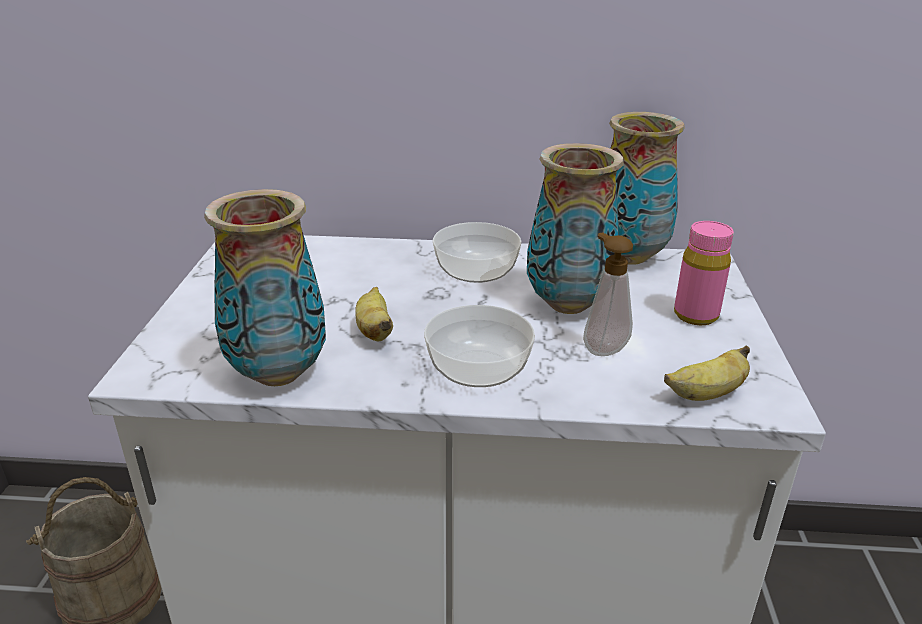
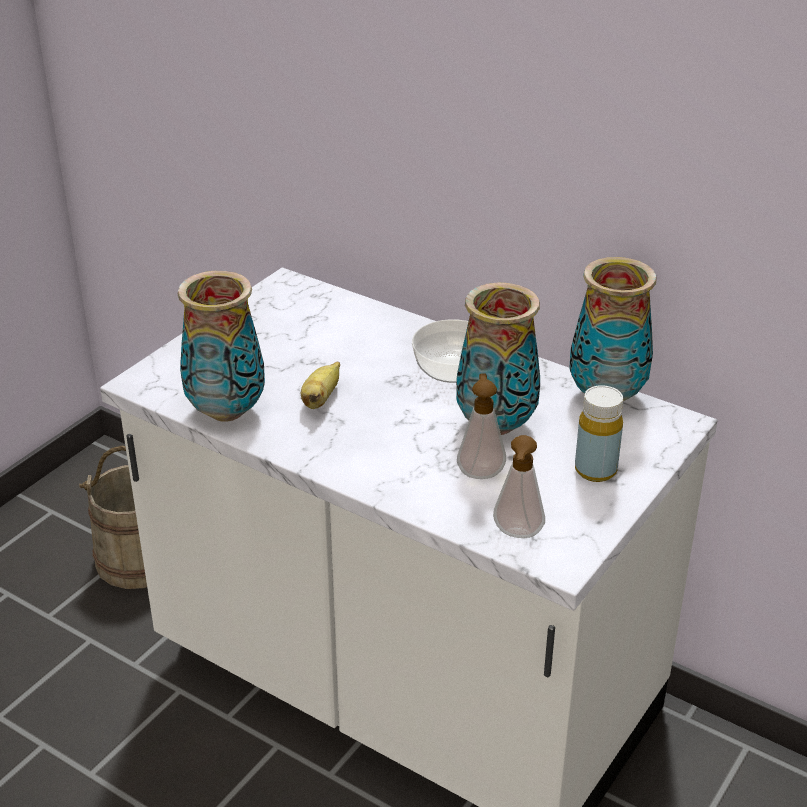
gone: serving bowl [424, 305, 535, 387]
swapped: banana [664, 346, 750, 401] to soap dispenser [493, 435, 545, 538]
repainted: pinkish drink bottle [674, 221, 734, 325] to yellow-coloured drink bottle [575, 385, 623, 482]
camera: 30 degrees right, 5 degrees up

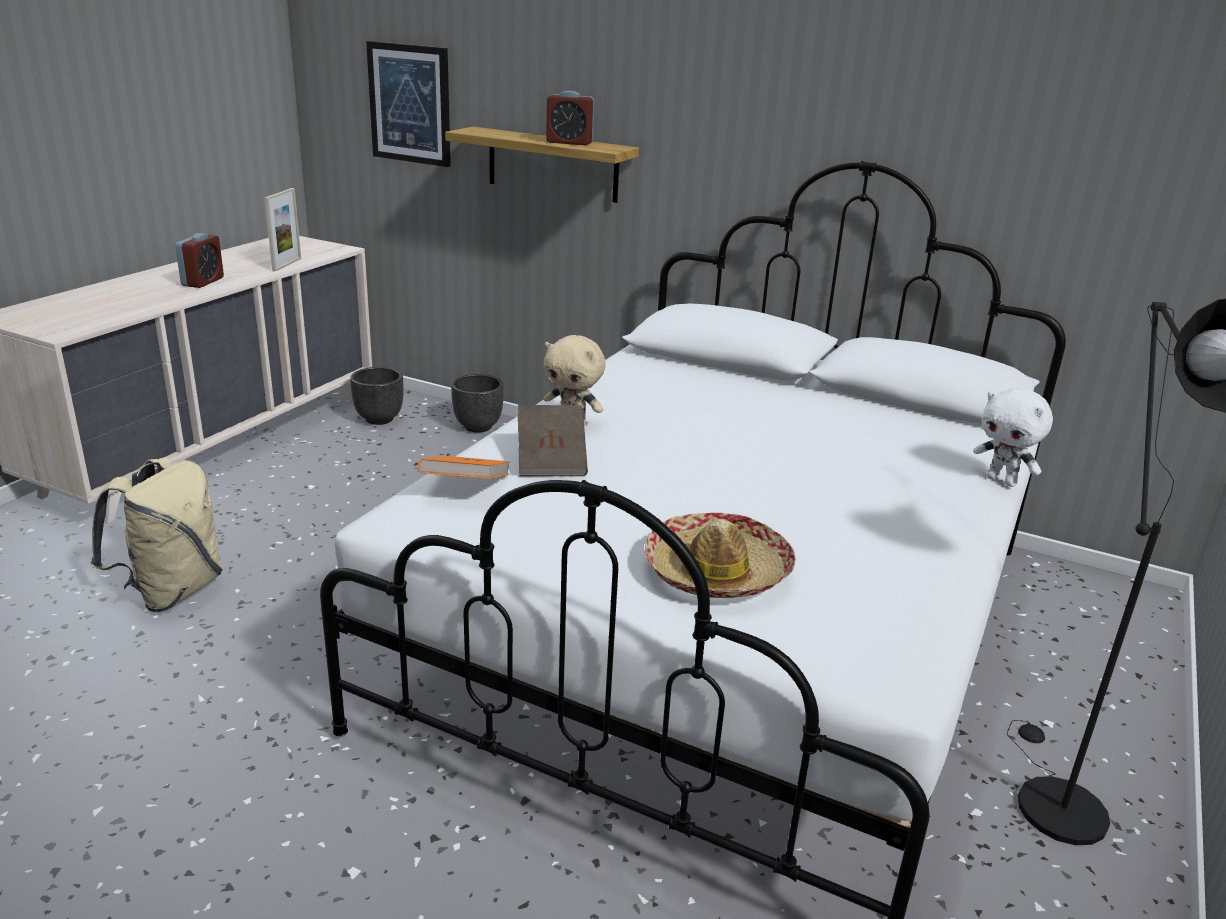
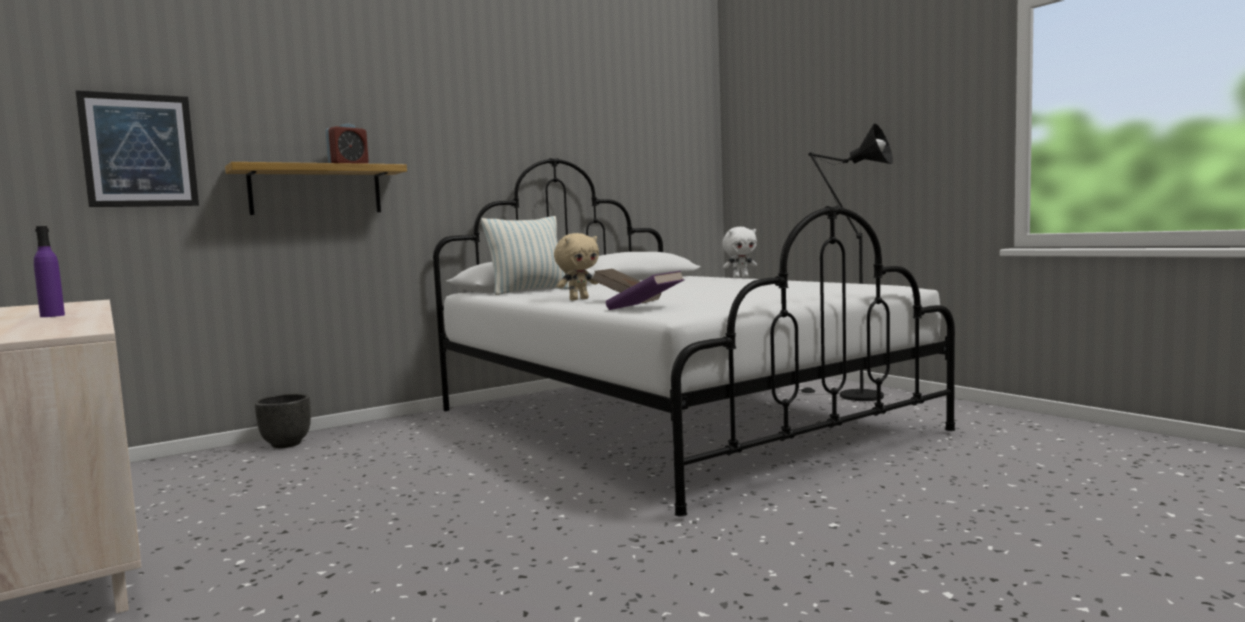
gone: standing frame [264, 188, 301, 271]; blackish flower pot [350, 367, 404, 425]; sand-coloured knapsack [91, 458, 223, 612]; hat [645, 513, 796, 598]
new: cushion [481, 216, 569, 295]
swapped: table clock [175, 233, 224, 288] to purple drink bottle [34, 226, 65, 317]
repainted: orangey book [418, 456, 510, 479] to purple book [606, 271, 685, 310]
camera: 60 degrees left, 20 degrees down

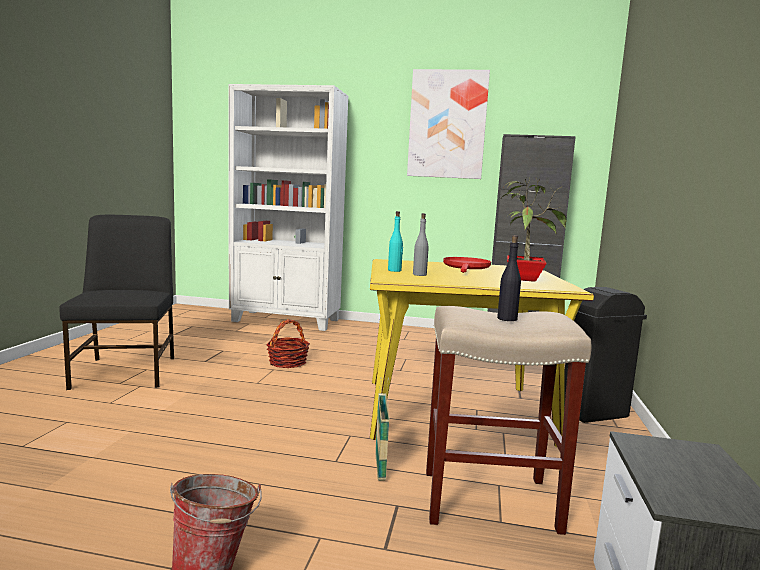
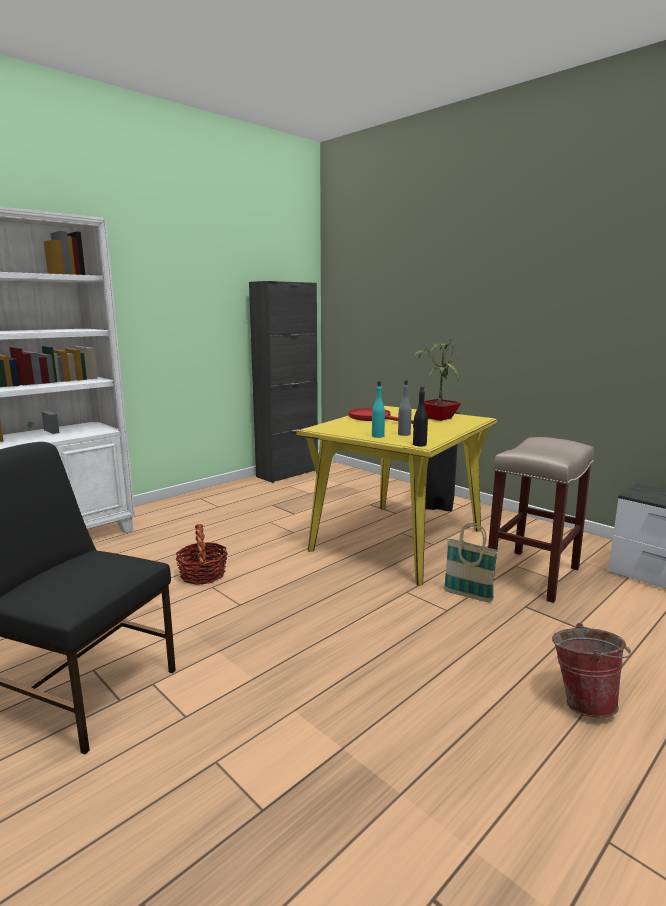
gone: wall art [407, 69, 490, 179]
shifted: blackish drink bottle [497, 235, 521, 321] to [413, 386, 428, 447]
camera: 55 degrees left, 5 degrees up

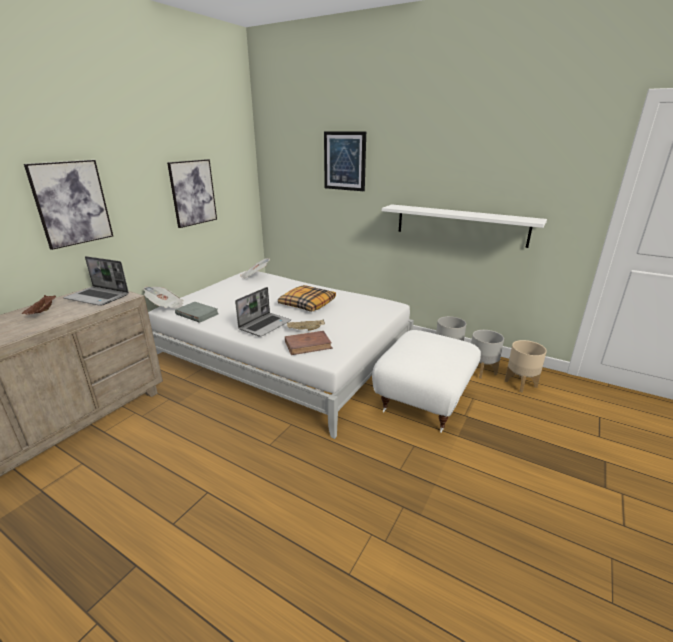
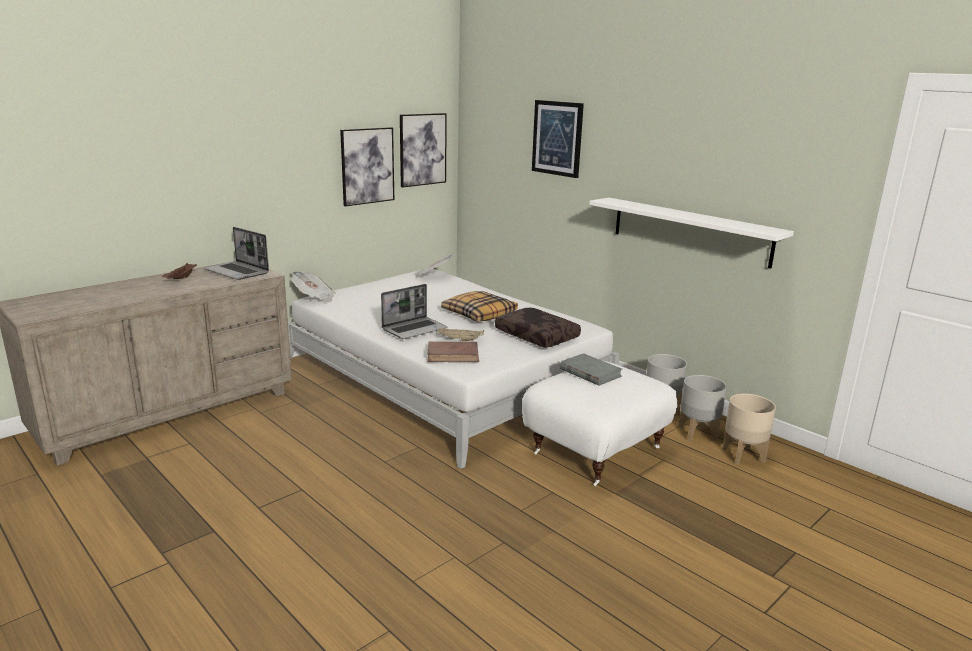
new: brown cushion [495, 308, 581, 348]
shifted: wall art [24, 160, 113, 250] to [400, 113, 447, 187]; grey book [175, 302, 219, 323] to [560, 353, 622, 386]
camera: 15 degrees right, 5 degrees down

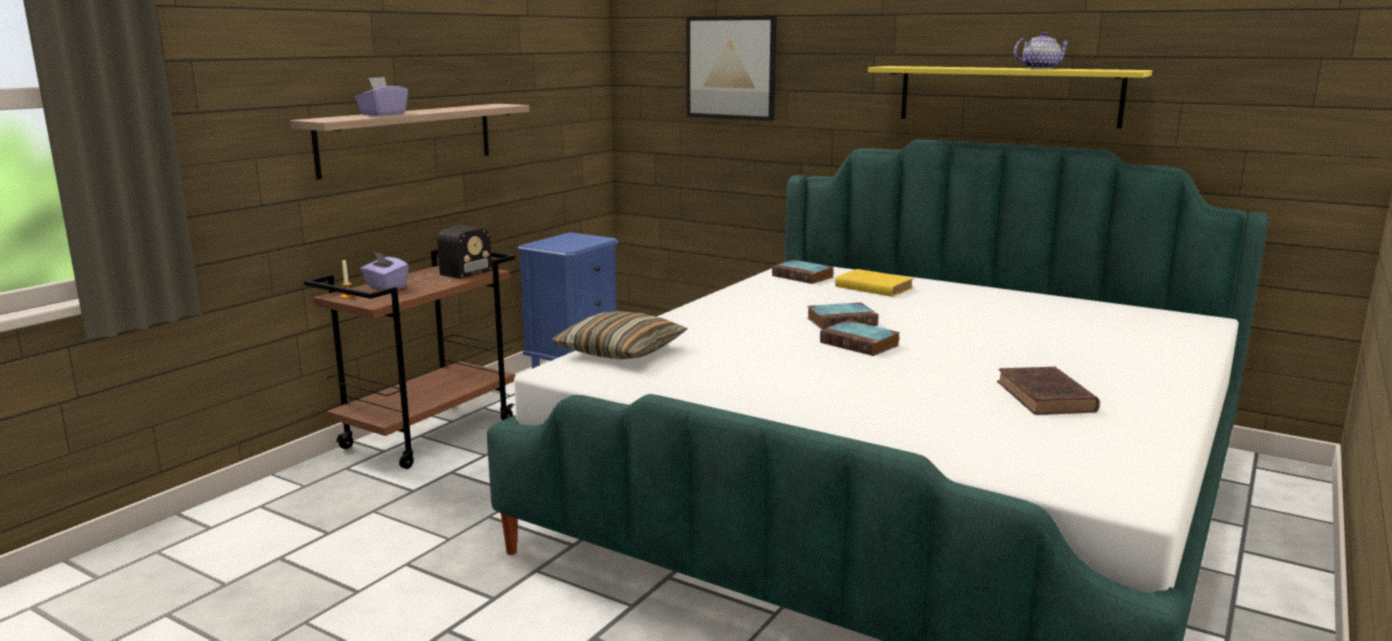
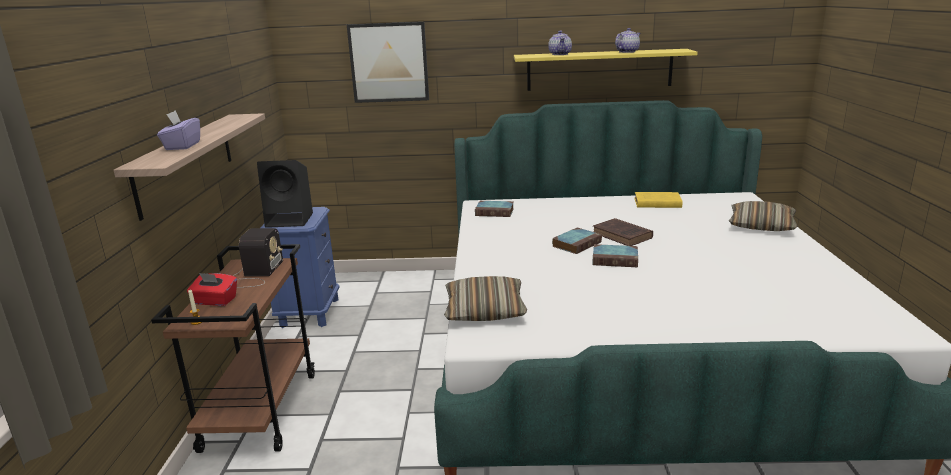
new: pot for tea [548, 30, 572, 55]; blackish speaker [257, 160, 313, 228]; cushion [729, 201, 798, 231]
shifted: yellow-coloured book [835, 269, 914, 297] to [635, 192, 682, 208]; brown book [997, 366, 1100, 415] to [593, 218, 653, 246]
repainted: purple tissue box [360, 251, 409, 290] to red-coloured tissue box [187, 273, 237, 306]
camera: 30 degrees left, 5 degrees up

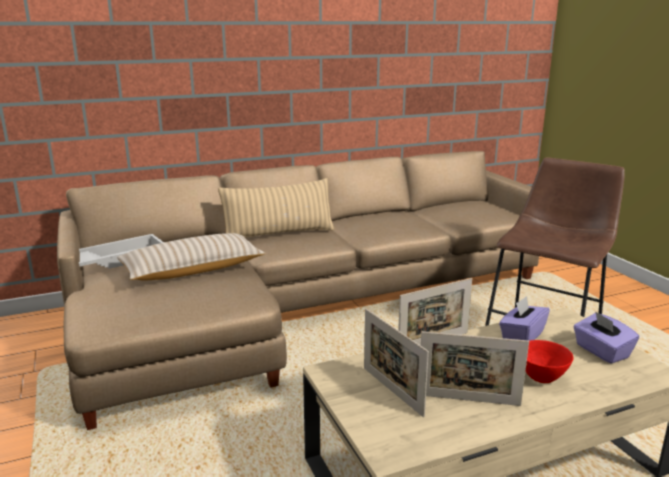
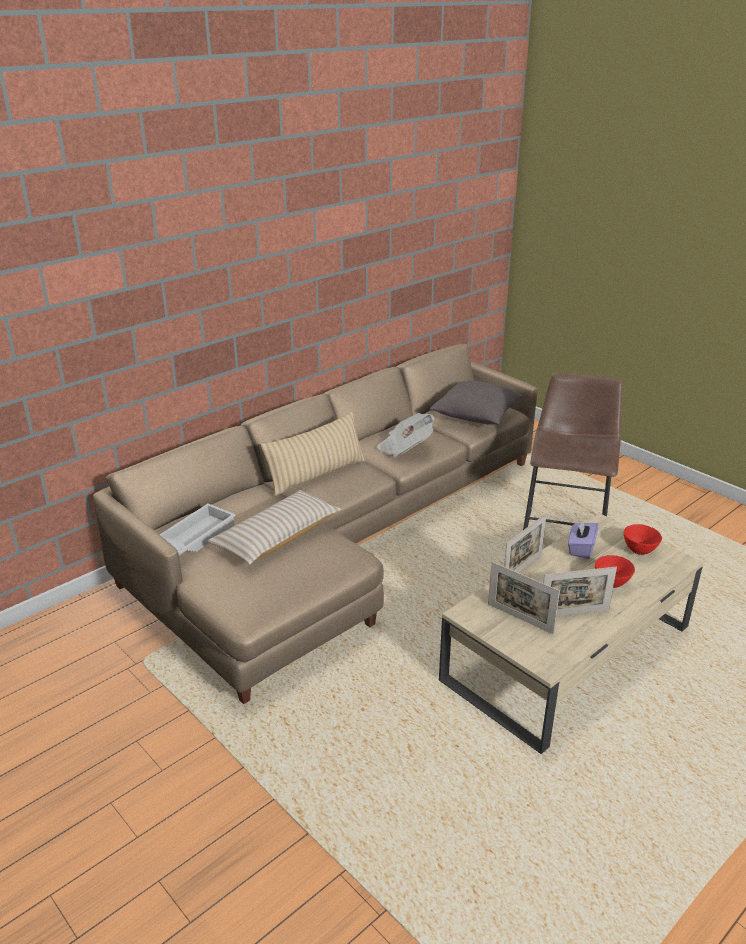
new: grey cushion [430, 381, 523, 425]; daily paper [377, 413, 435, 457]
swapped: purple tissue box [574, 311, 639, 364] to red-coloured serving bowl [624, 524, 662, 555]
camera: 20 degrees left, 10 degrees up

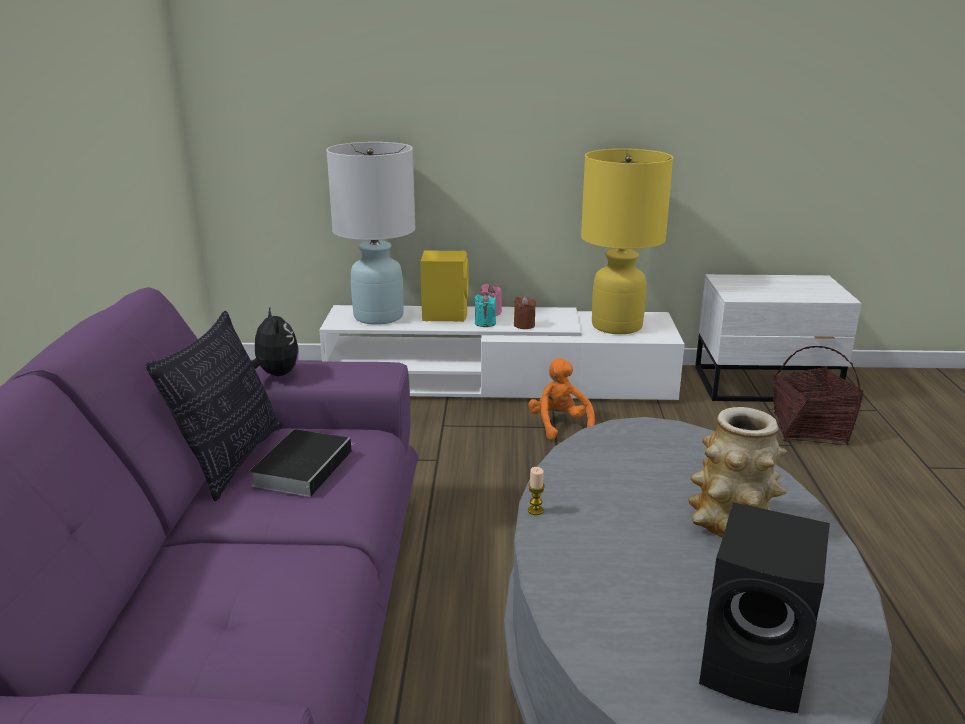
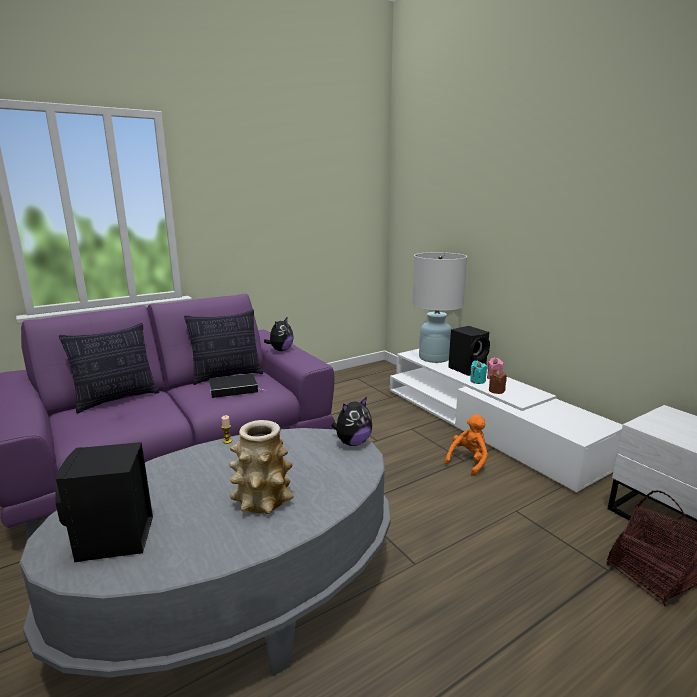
gone: yellow-coloured tabletop lamp [581, 149, 673, 334]
new: cushion [59, 323, 159, 413]; soft toy [331, 396, 372, 446]
repainted: yellow-coloured speaker [420, 251, 469, 322] to blackish speaker [448, 326, 490, 376]
camera: 55 degrees right, 5 degrees down

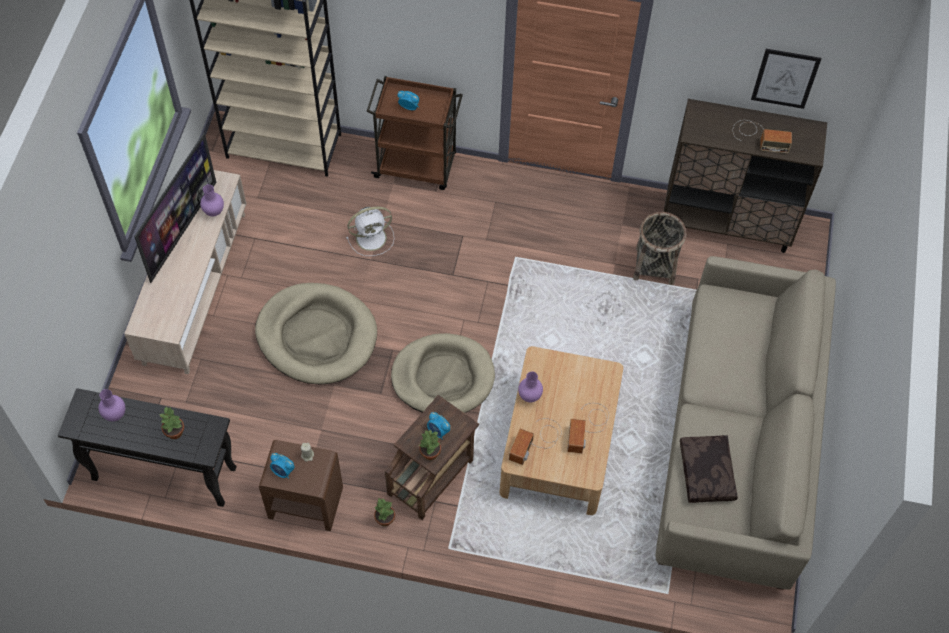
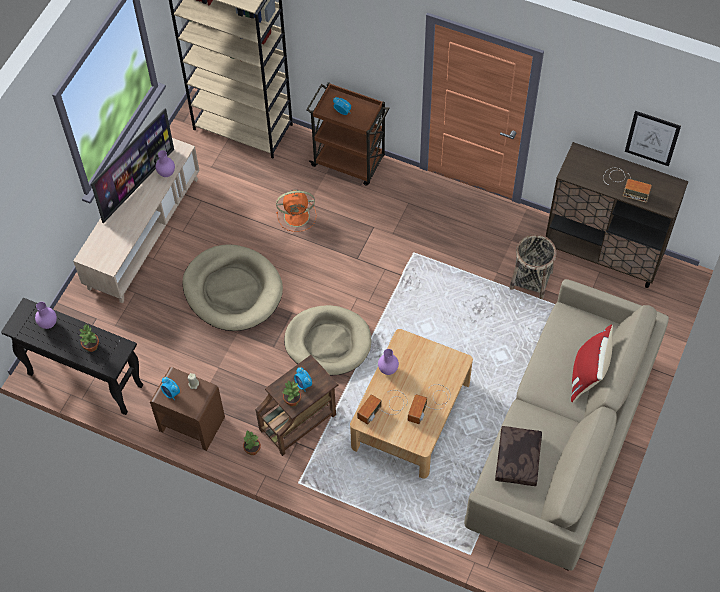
new: red-coloured cushion [571, 324, 613, 402]
repainted: white cooling fan [346, 207, 394, 256] to orangey cooling fan [276, 190, 316, 232]
camera: 15 degrees right, 0 degrees up

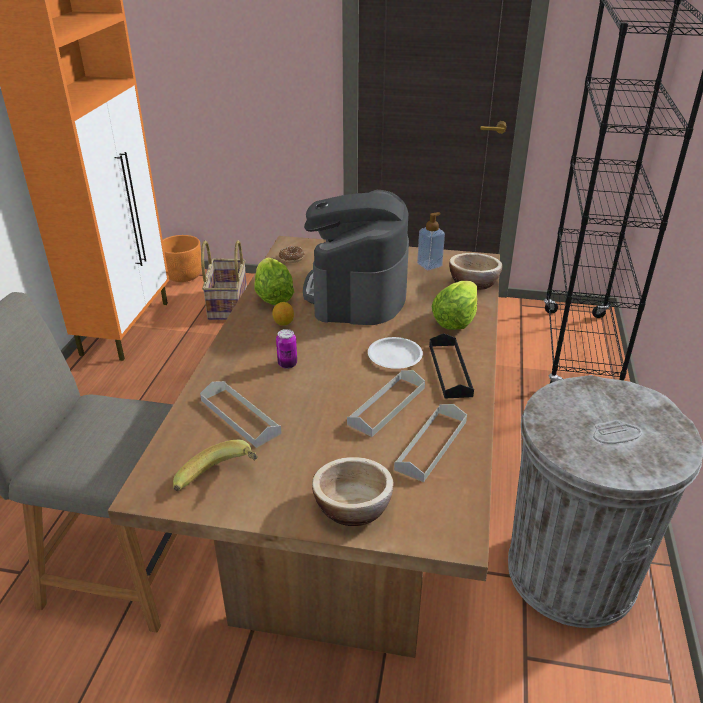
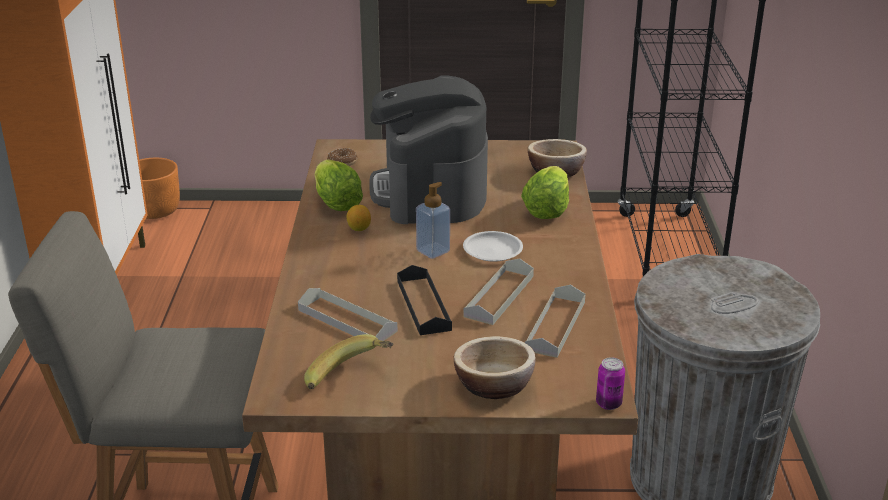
gone: household basket [201, 240, 247, 320]
shifted: soap dispenser [417, 212, 445, 270] to [416, 182, 450, 259]; sealed can [276, 329, 297, 369] to [596, 357, 625, 410]; blackish serving tray [429, 333, 474, 399] to [397, 265, 452, 335]
camera: 10 degrees left, 5 degrees down

